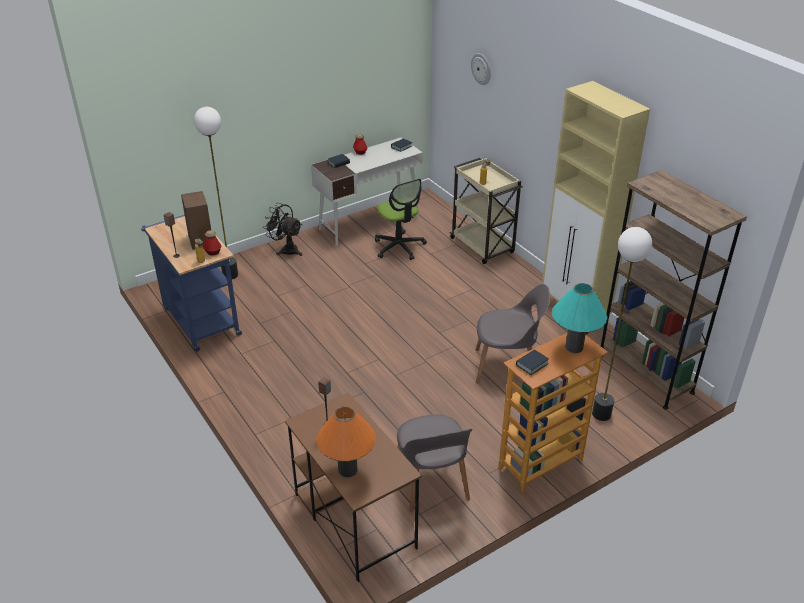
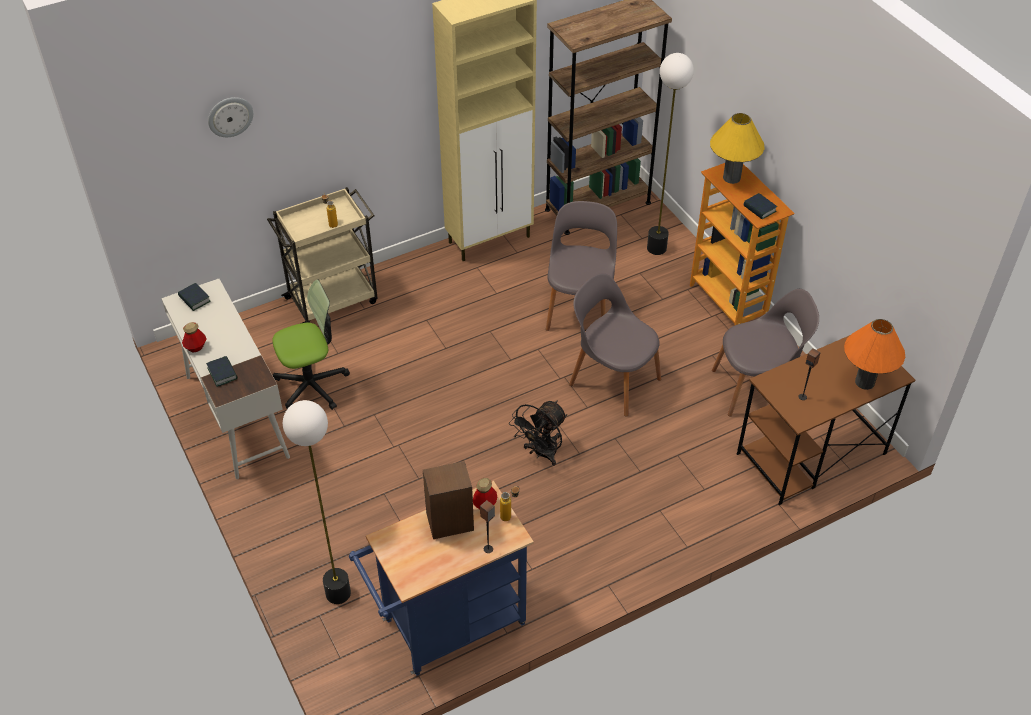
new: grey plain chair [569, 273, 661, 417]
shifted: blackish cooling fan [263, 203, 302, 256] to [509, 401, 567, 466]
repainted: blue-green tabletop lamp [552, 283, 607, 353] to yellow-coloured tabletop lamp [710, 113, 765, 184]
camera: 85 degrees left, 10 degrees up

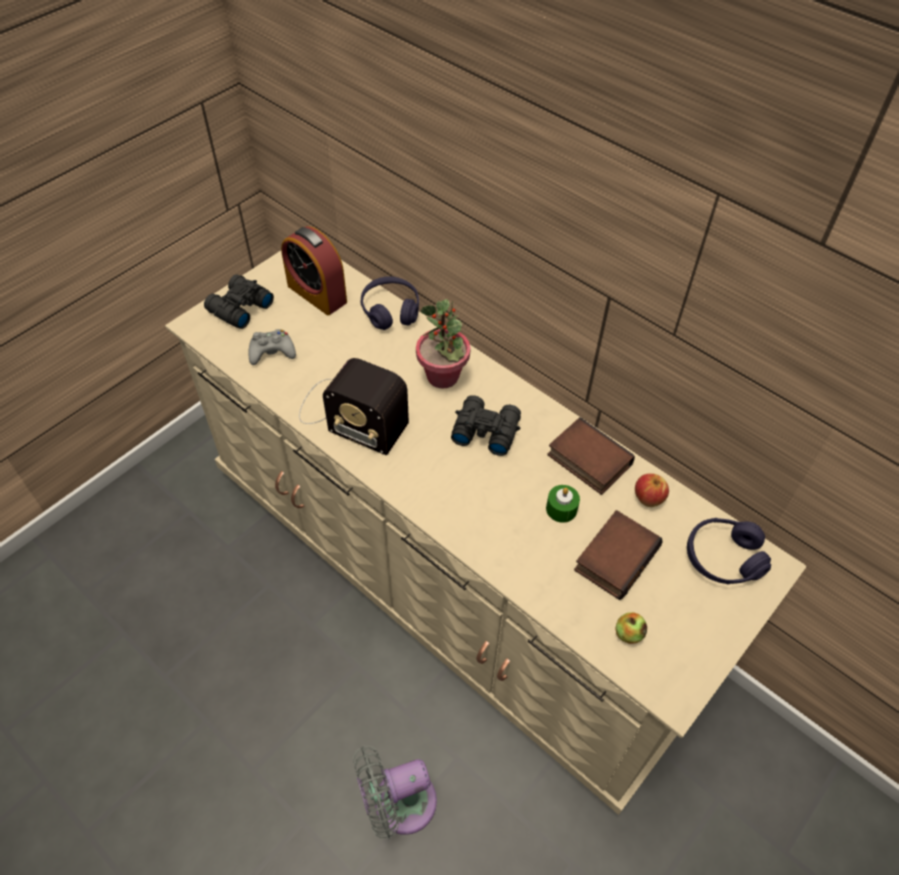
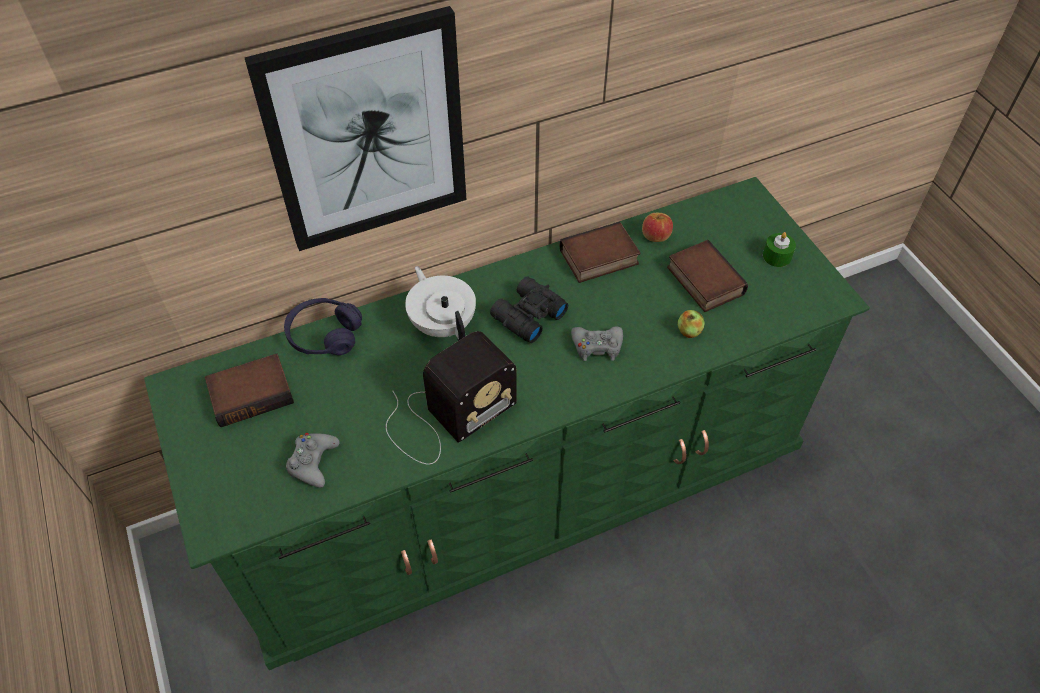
gone: blackish field glasses [204, 275, 274, 329]; purple headset [687, 518, 771, 584]; grey cooling fan [353, 745, 437, 839]
new: wall art [244, 6, 467, 251]; grey game controller [571, 327, 623, 361]
shifted: green wax candle [546, 485, 580, 523] to [763, 232, 796, 267]; apple [615, 612, 647, 644] to [678, 310, 704, 338]
swapped: table clock [281, 226, 347, 315] to book [205, 353, 294, 427]; houseplant [416, 299, 471, 389] to white pot for tea [405, 266, 476, 340]
repainted: sand-coloured dresser [165, 251, 807, 815] to green dresser [144, 177, 870, 670]
camera: 65 degrees left, 0 degrees up

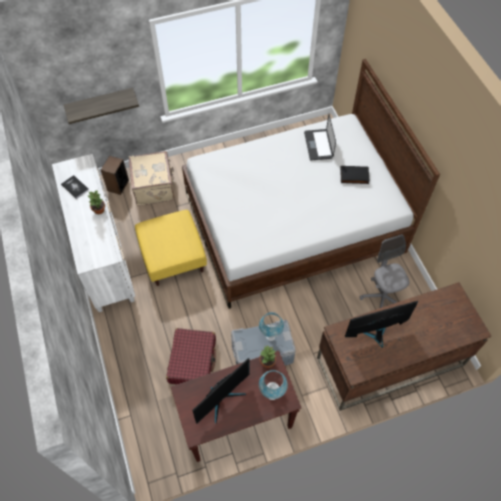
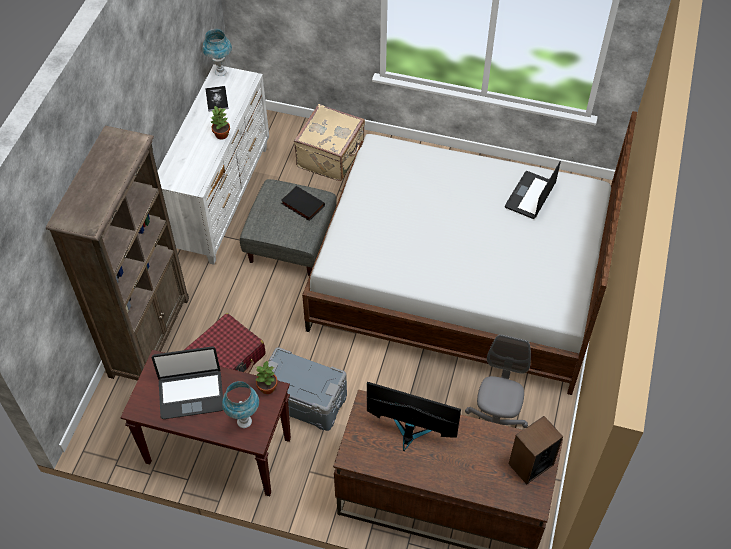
gone: shelf [64, 88, 139, 124]
new: brown shelving unit [46, 126, 189, 381]
shifted: speaker [101, 155, 129, 195] to [509, 416, 563, 485]; blackish book [340, 166, 370, 184] to [281, 186, 325, 221]; blue-coloured tabletop lamp [259, 312, 284, 341] to [202, 29, 232, 76]
swapped: monitor [192, 358, 250, 424] to notebook computer [152, 346, 223, 419]
repainted: yellow-coloured pouffe [135, 210, 207, 286] to grey pouffe [240, 179, 337, 276]
camera: 35 degrees right, 5 degrees down

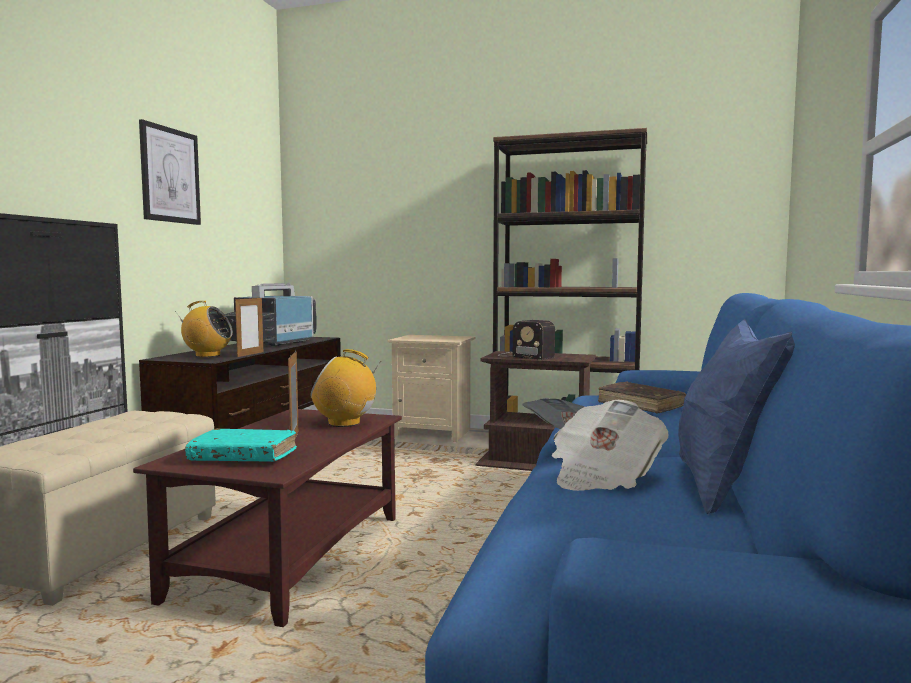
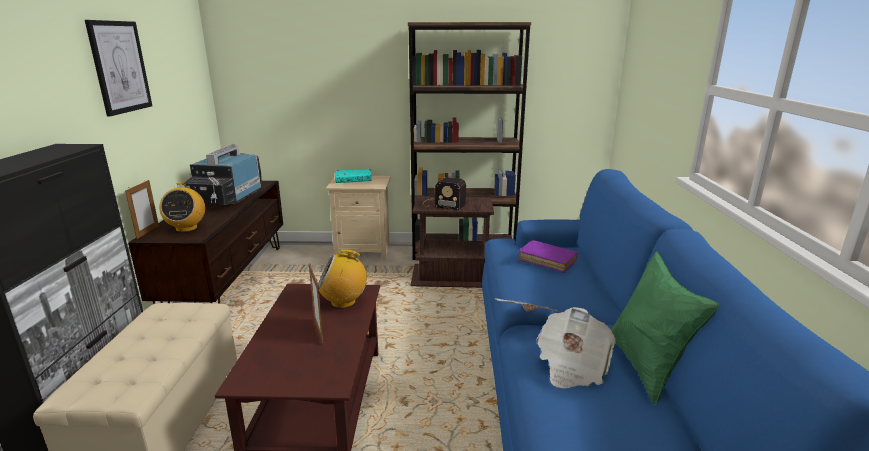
shifted: standing frame [235, 297, 263, 357] to [125, 180, 159, 239]; blue-green book [185, 428, 297, 462] to [335, 169, 372, 183]
repainted: blue-coloured cushion [678, 319, 795, 515] to green cushion [611, 251, 720, 405]; brown book [598, 381, 686, 413] to purple book [518, 240, 578, 273]
rotated: radio set [175, 301, 233, 357] = [159, 182, 205, 232] 90 degrees clockwise
camera: 15 degrees left, 15 degrees up

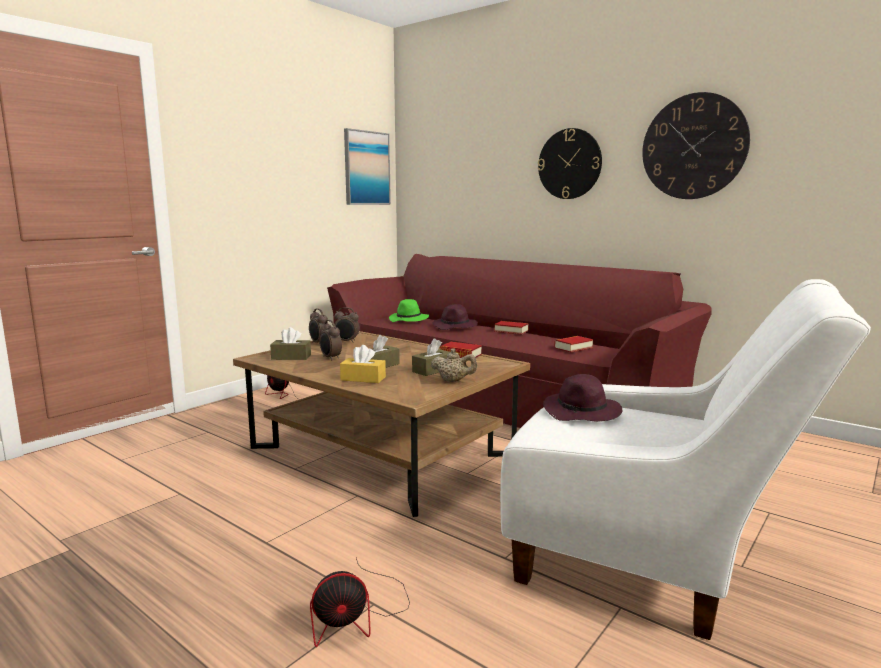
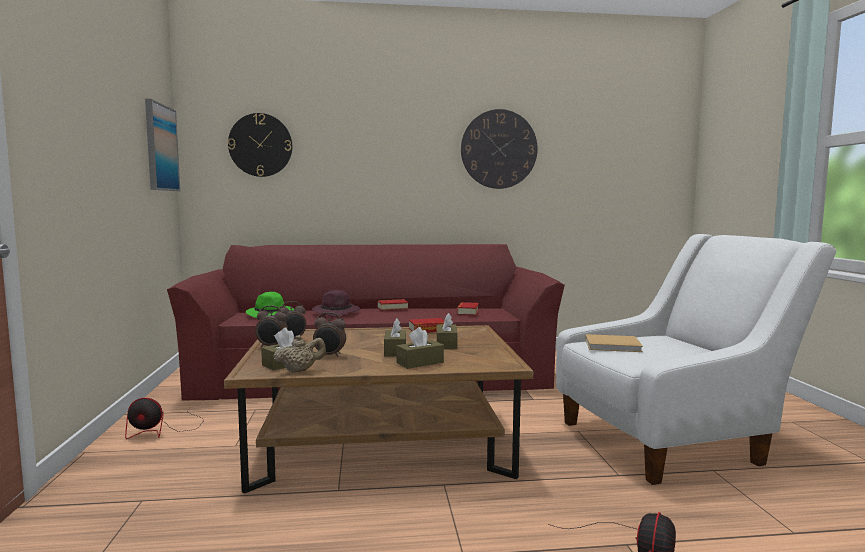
shifted: clock on the wall [538, 128, 602, 199] to [228, 113, 292, 177]; sand-coloured pot for tea [431, 348, 477, 382] to [273, 335, 326, 373]
swapped: purple hat [543, 374, 622, 421] to sand-coloured book [585, 334, 643, 352]
repainted: yellow-coloured tissue box [340, 345, 386, 383] to brown tissue box [396, 327, 444, 369]
camera: 45 degrees left, 5 degrees down

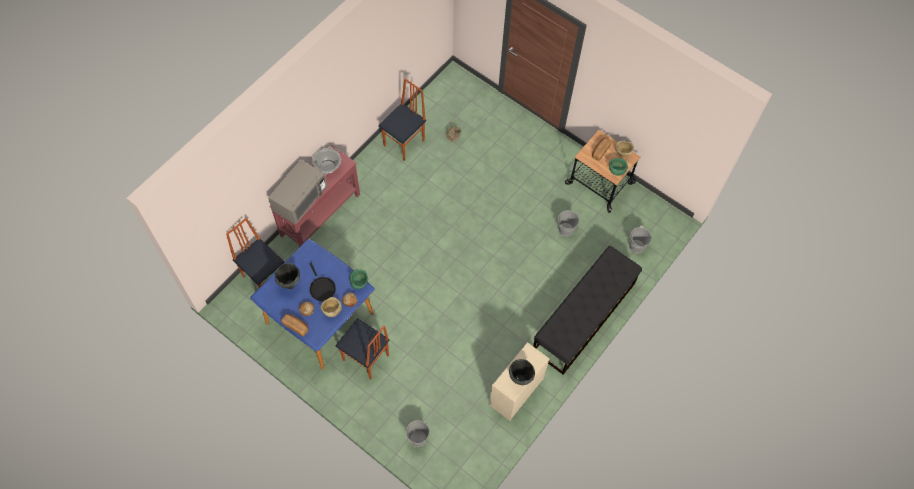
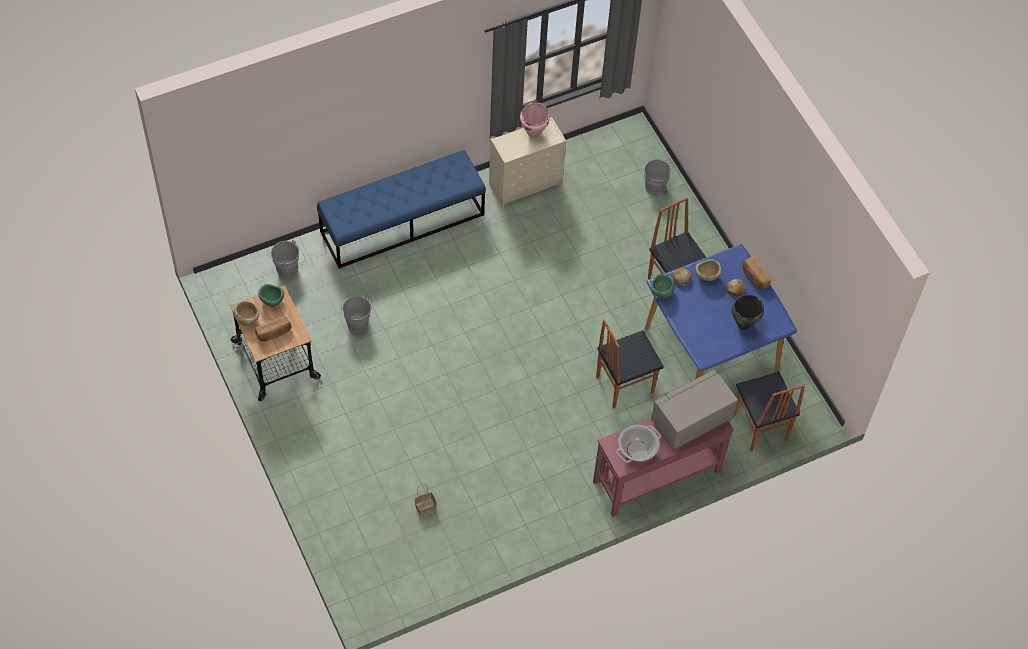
gone: blackish skillet [309, 263, 336, 301]
shifted: plain chair [378, 78, 426, 161] to [596, 320, 664, 409]
repainted: blackish bench [533, 246, 642, 375] to blue-coloured bench [317, 150, 486, 269]; blackish cooking pot [509, 359, 535, 385] to pinkish cooking pot [520, 102, 550, 138]
camera: 155 degrees left, 5 degrees down

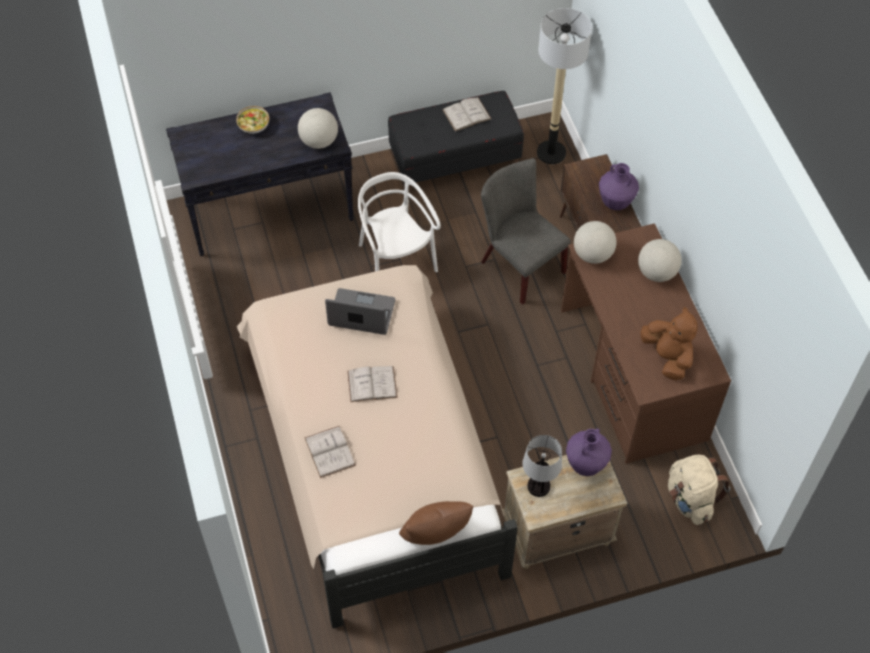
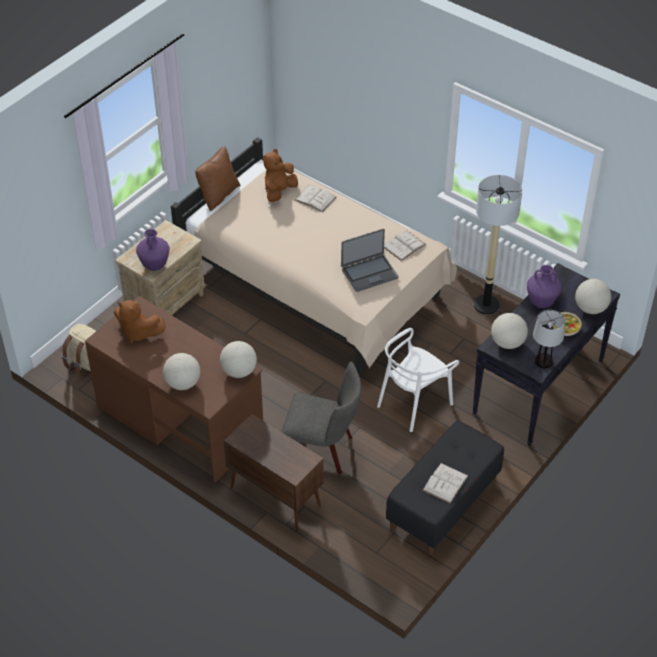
new: brown soft toy [263, 149, 298, 202]; world globe [575, 279, 611, 314]
shifted: floor lamp [537, 8, 592, 164] to [474, 175, 523, 315]; purple vase [599, 163, 639, 210] to [527, 265, 562, 308]; white book [348, 366, 398, 402] to [384, 230, 426, 261]; tabletop lamp [523, 435, 562, 497] to [533, 310, 565, 369]
rotated: white plain chair [358, 172, 441, 272] = [377, 328, 459, 432] 105 degrees clockwise
camera: 145 degrees right, 10 degrees down

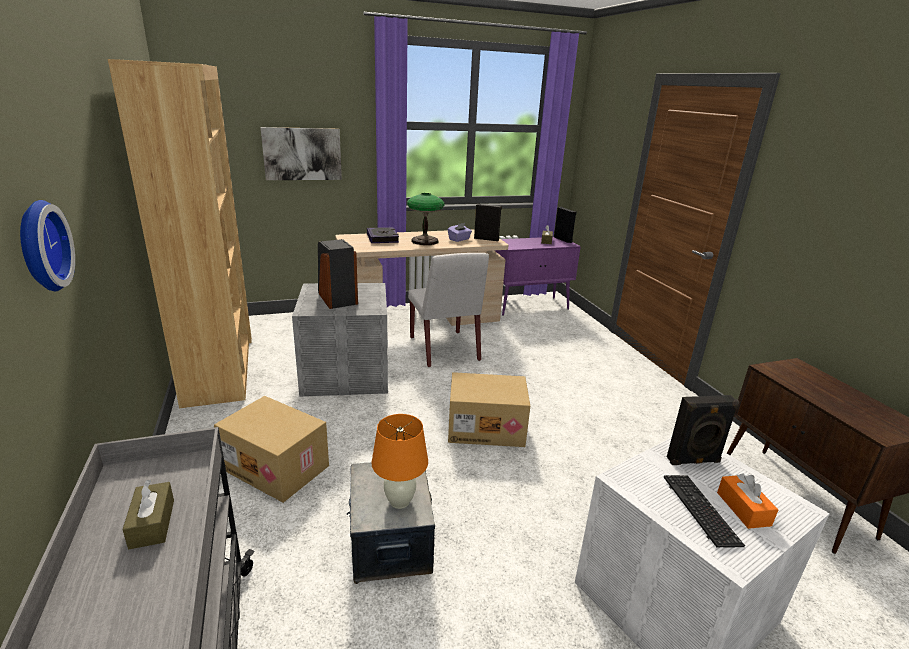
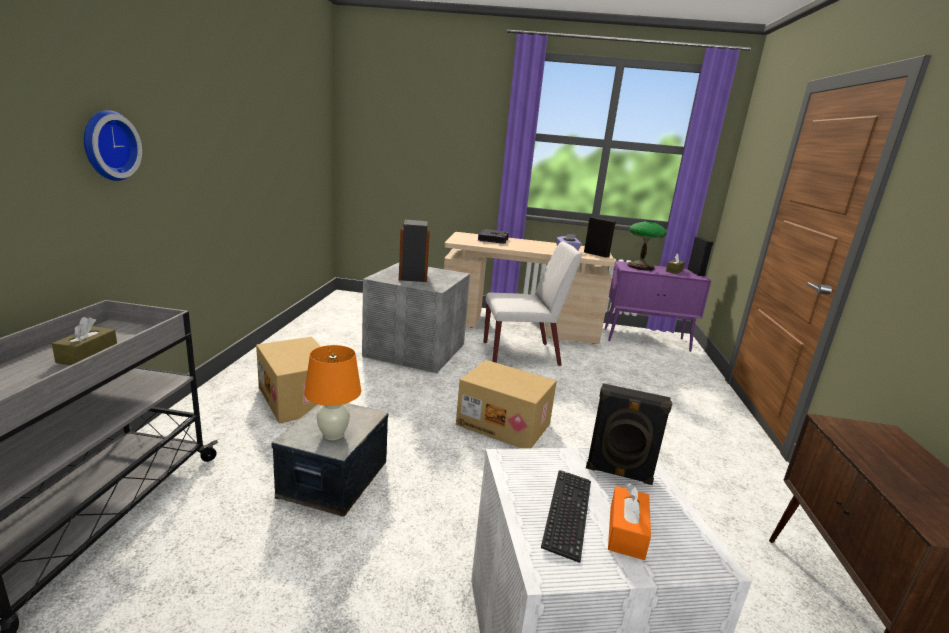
gone: brown shelving unit [108, 59, 252, 408]; wall art [260, 127, 342, 180]
shifted: tabletop lamp [407, 193, 445, 245] to [627, 221, 667, 271]
rotated: white plain chair [408, 253, 489, 367] = [483, 242, 582, 366] 105 degrees counterclockwise
camera: 25 degrees right, 5 degrees down

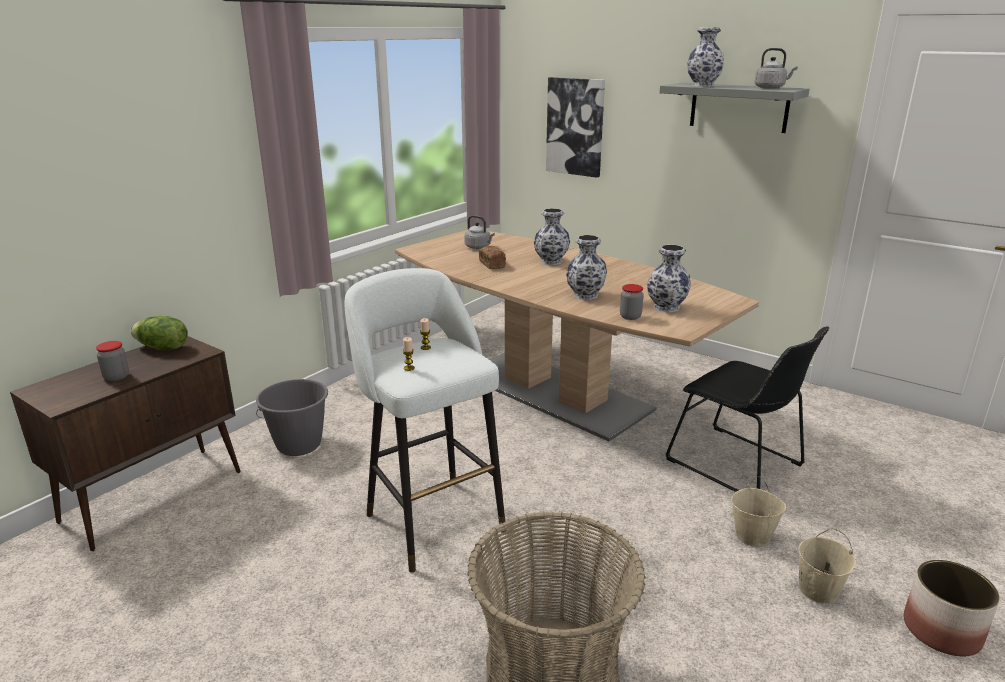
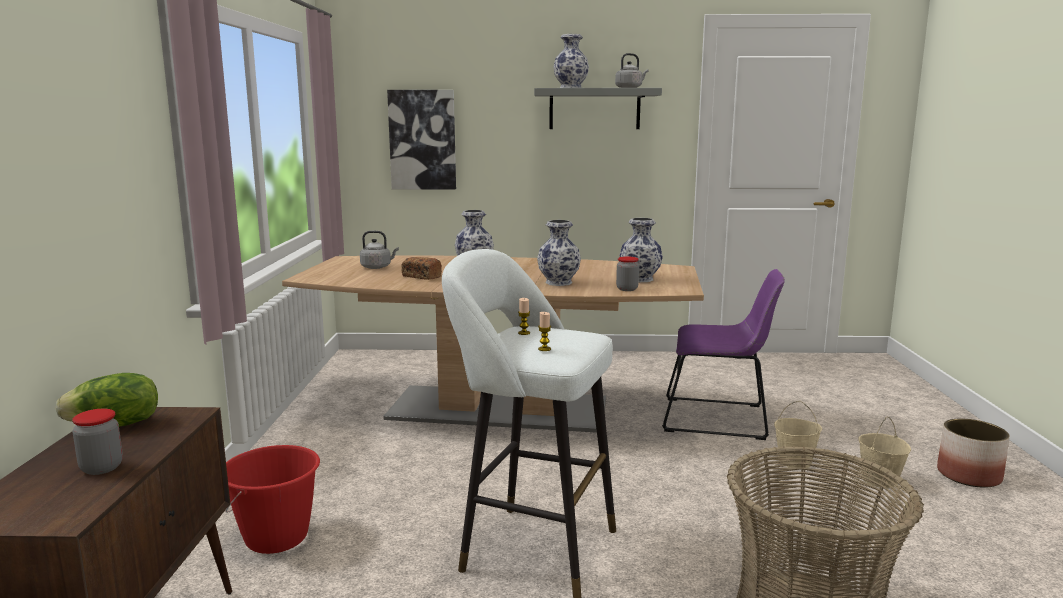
repainted: blackish plain chair [665, 326, 829, 492] to purple plain chair [662, 269, 785, 440]; grey bucket [256, 379, 328, 456] to red-coloured bucket [225, 445, 320, 554]
camera: 35 degrees left, 10 degrees down

